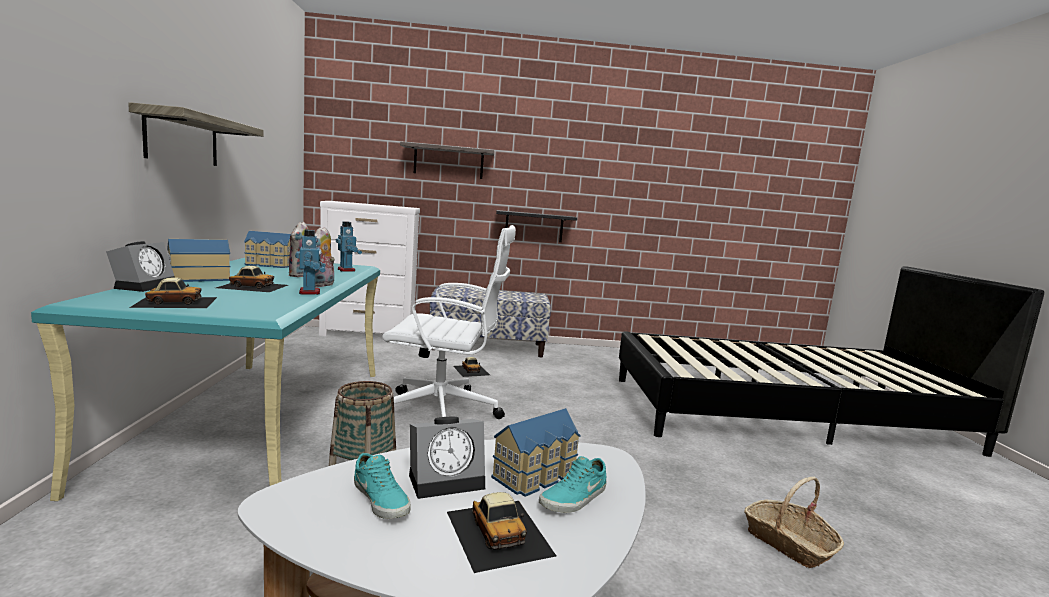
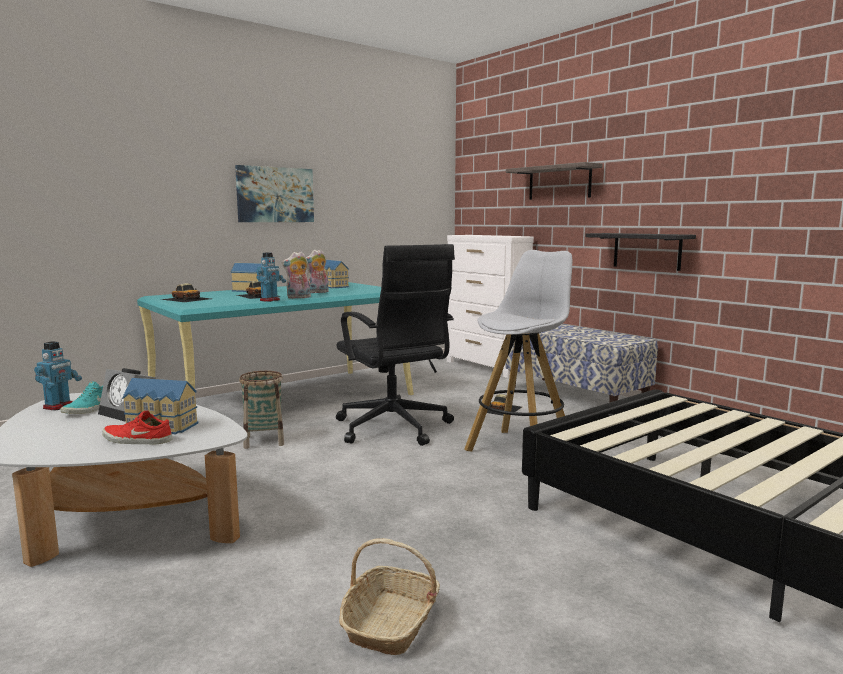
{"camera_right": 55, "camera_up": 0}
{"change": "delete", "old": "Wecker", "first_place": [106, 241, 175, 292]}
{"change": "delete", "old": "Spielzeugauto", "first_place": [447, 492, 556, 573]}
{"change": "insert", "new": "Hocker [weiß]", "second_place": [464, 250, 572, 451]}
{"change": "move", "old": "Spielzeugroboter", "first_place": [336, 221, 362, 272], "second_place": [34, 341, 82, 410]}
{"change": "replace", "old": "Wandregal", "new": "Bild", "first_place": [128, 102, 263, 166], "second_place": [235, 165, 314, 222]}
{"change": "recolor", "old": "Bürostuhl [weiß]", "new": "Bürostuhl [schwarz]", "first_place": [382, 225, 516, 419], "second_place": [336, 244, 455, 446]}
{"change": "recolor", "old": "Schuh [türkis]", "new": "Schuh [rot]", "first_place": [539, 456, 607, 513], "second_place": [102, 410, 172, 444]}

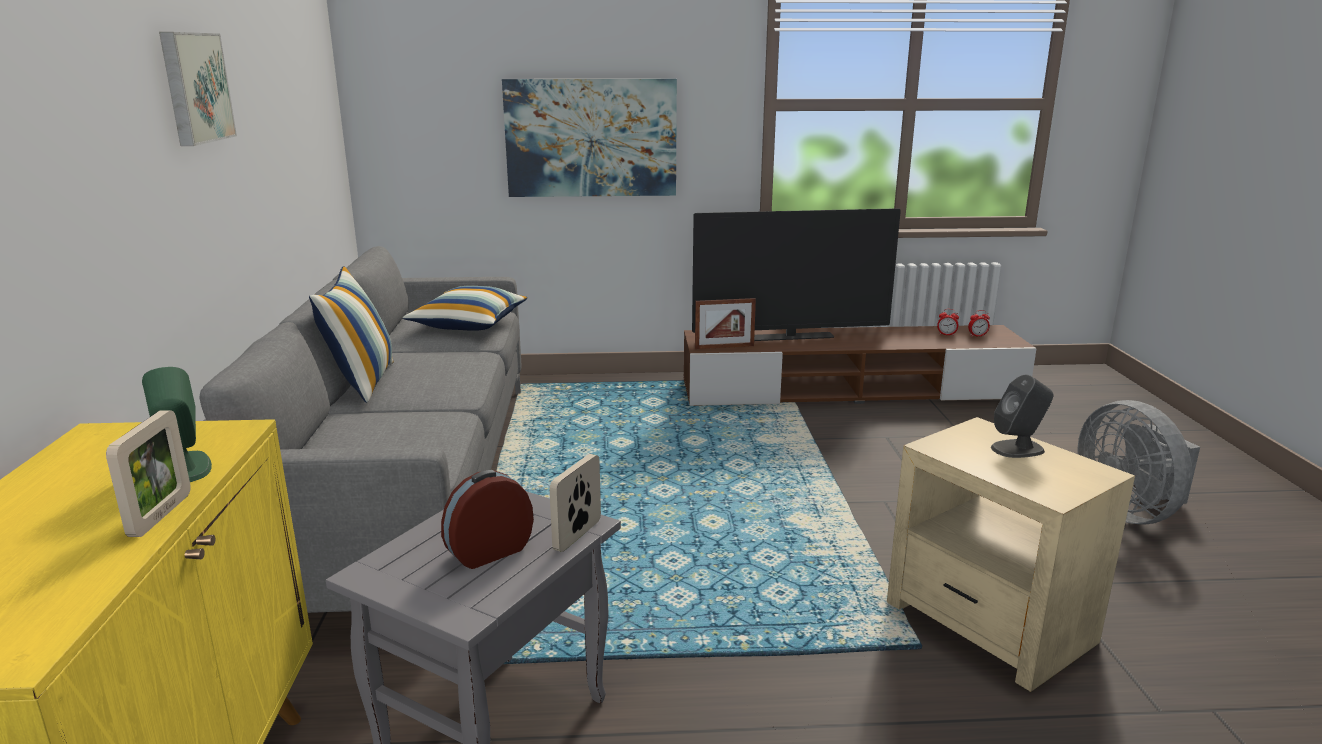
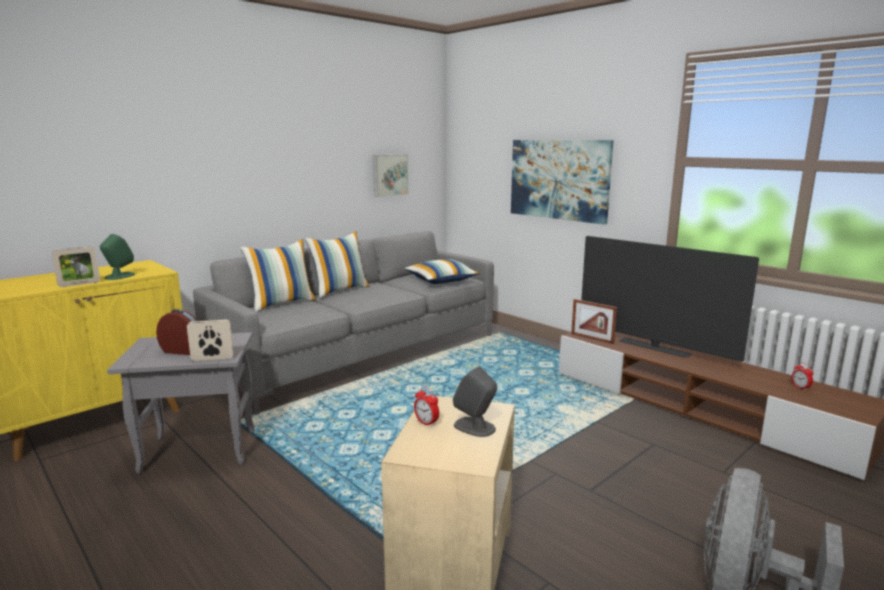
{"camera_right": 50, "camera_up": -5}
{"change": "insert", "new": "Kissen", "second_place": [240, 239, 316, 312]}
{"change": "move", "old": "Bild", "first_place": [159, 32, 237, 146], "second_place": [373, 154, 408, 197]}
{"change": "move", "old": "Wecker", "first_place": [968, 310, 990, 337], "second_place": [414, 387, 439, 427]}

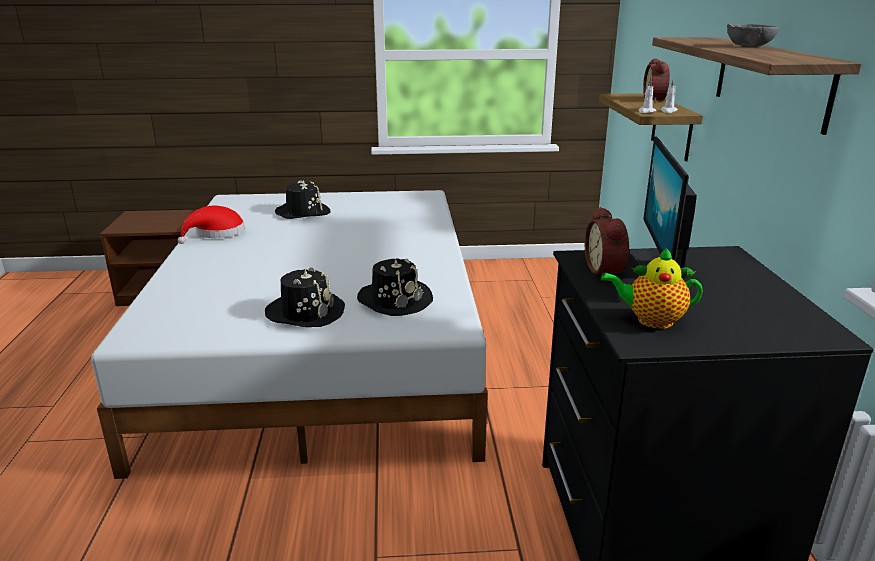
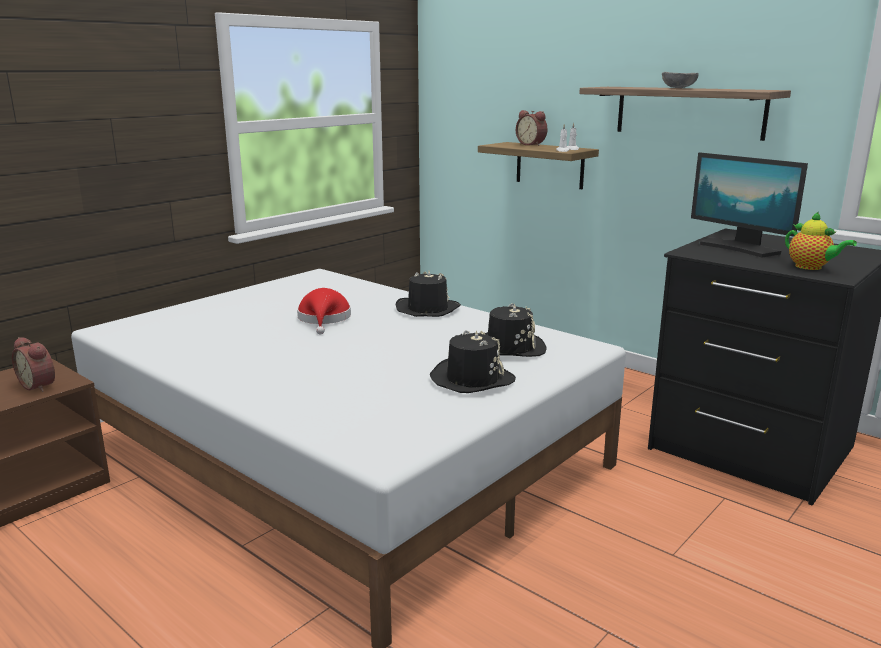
{"camera_right": -45, "camera_up": -5}
{"change": "move", "old": "Hut [rot]", "first_place": [178, 206, 245, 244], "second_place": [297, 288, 351, 334]}
{"change": "move", "old": "Hut [schwarz]", "first_place": [275, 180, 331, 219], "second_place": [396, 271, 461, 317]}
{"change": "move", "old": "Wecker", "first_place": [585, 207, 629, 274], "second_place": [12, 337, 55, 392]}
{"change": "rotate", "old": "Teekanne", "first_place": [601, 247, 703, 329], "second_place": [785, 212, 857, 270], "degrees": -90}

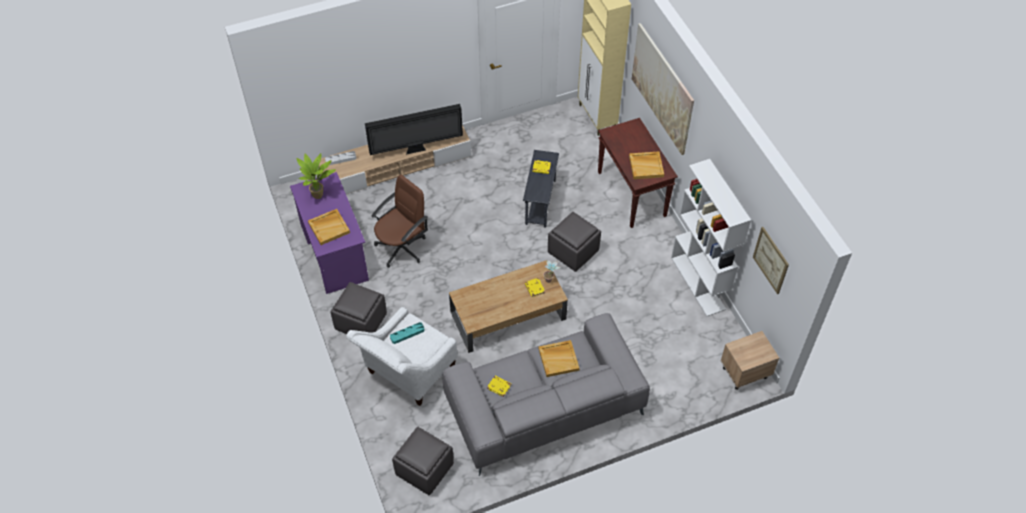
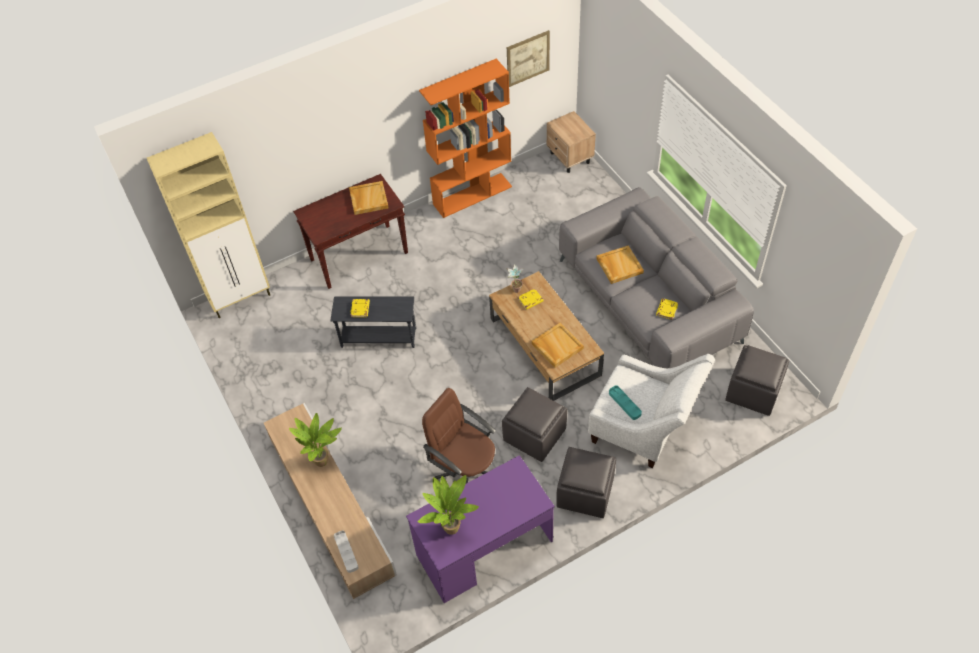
{"camera_right": -95, "camera_up": 0}
{"change": "delete", "old": "Bild", "first_place": [632, 23, 694, 155]}
{"change": "move", "old": "Tablett [beige]", "first_place": [308, 209, 350, 245], "second_place": [532, 323, 584, 368]}
{"change": "move", "old": "Polsterhocker [grau]", "first_place": [548, 212, 601, 272], "second_place": [502, 387, 567, 462]}
{"change": "replace", "old": "Fernseher", "new": "Topfpflanze", "first_place": [365, 104, 463, 155], "second_place": [289, 413, 342, 467]}
{"change": "recolor", "old": "Bücherregal [weiß]", "new": "Bücherregal [orange]", "first_place": [671, 159, 751, 316], "second_place": [419, 59, 512, 218]}

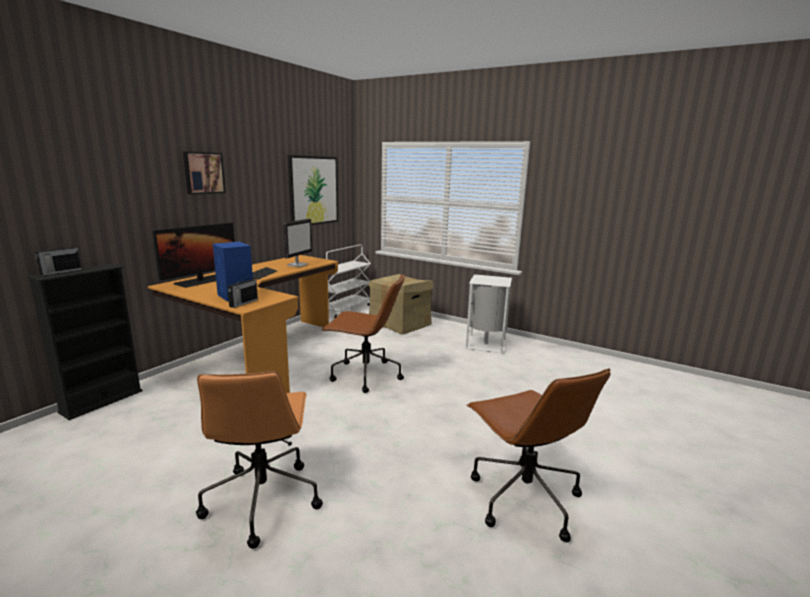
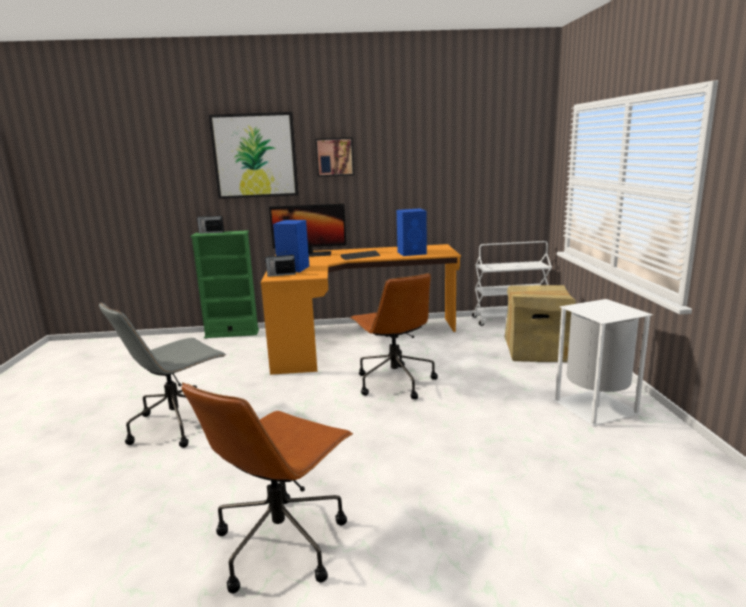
{"camera_right": 55, "camera_up": 0}
{"change": "move", "old": "Bild", "first_place": [288, 155, 338, 225], "second_place": [209, 112, 299, 199]}
{"change": "replace", "old": "Monitor", "new": "Lautsprecher [blau]", "first_place": [283, 219, 312, 267], "second_place": [397, 208, 427, 256]}
{"change": "recolor", "old": "Bücherregal [schwarz]", "new": "Bücherregal [grün]", "first_place": [27, 263, 143, 420], "second_place": [190, 230, 259, 338]}
{"change": "recolor", "old": "Bürostuhl [orange]", "new": "Bürostuhl [grau]", "first_place": [196, 371, 323, 549], "second_place": [99, 302, 227, 448]}

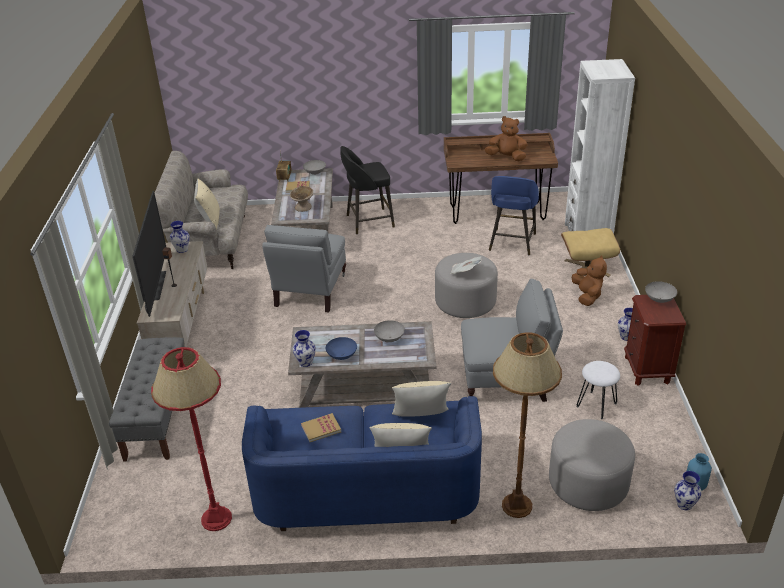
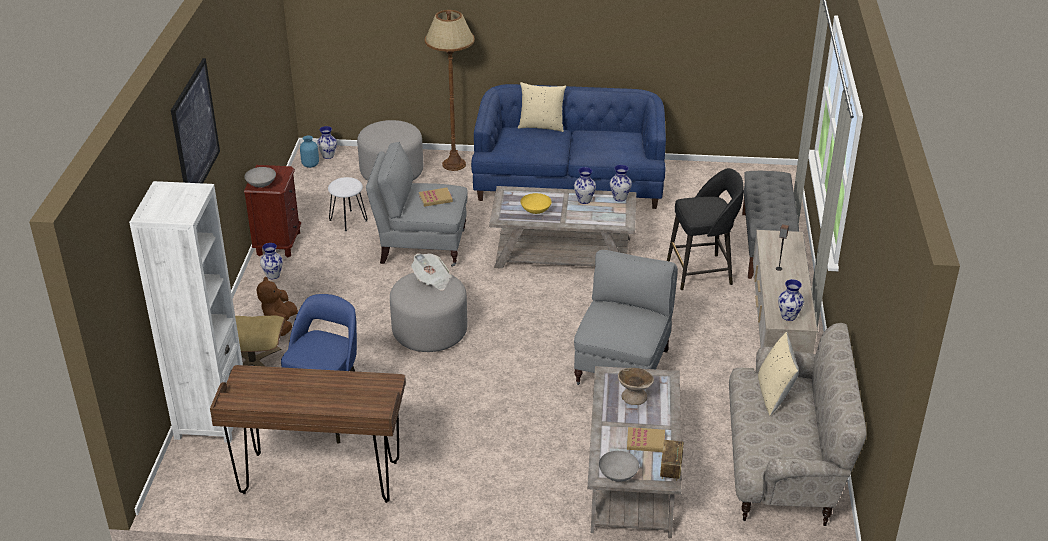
{"camera_right": -175, "camera_up": 0}
{"change": "delete", "old": "Fernseher", "first_place": [132, 191, 166, 317]}
{"change": "delete", "old": "Stehlampe [rot]", "first_place": [151, 347, 232, 531]}
{"change": "delete", "old": "Kissen [beige]", "first_place": [392, 381, 451, 417]}
{"change": "delete", "old": "Plüschtier [braun]", "first_place": [485, 116, 527, 161]}
{"change": "insert", "new": "Bild", "second_place": [171, 58, 220, 183]}
{"change": "move", "old": "Buch", "first_place": [301, 413, 341, 442], "second_place": [419, 188, 453, 207]}
{"change": "move", "old": "Hocker [schwarz]", "first_place": [340, 146, 395, 234], "second_place": [667, 168, 743, 290]}
{"change": "replace", "old": "Schüssel [blau]", "new": "Vase", "first_place": [326, 337, 357, 360], "second_place": [574, 167, 596, 204]}
{"change": "recolor", "old": "Schüssel [grau]", "new": "Schüssel [gelb]", "first_place": [374, 320, 405, 342], "second_place": [520, 193, 552, 214]}

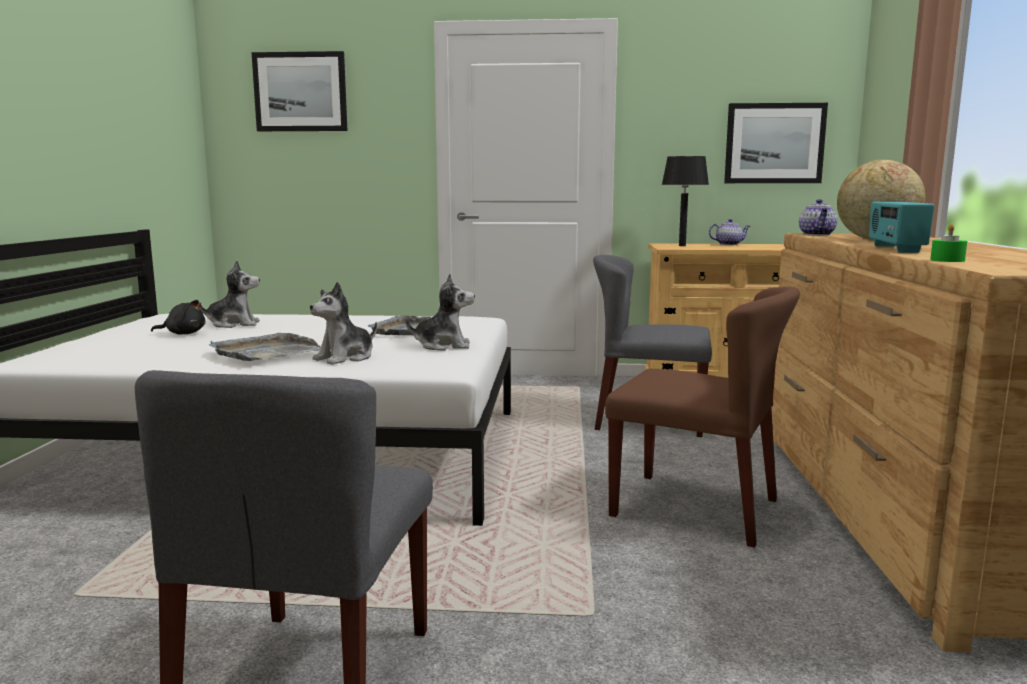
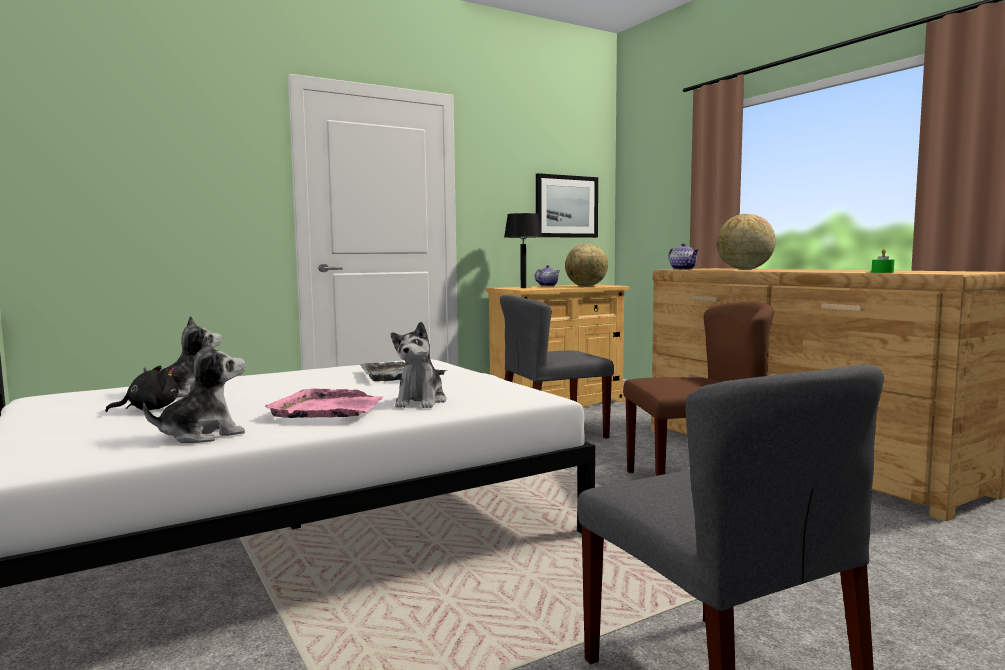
{"camera_right": -35, "camera_up": -5}
{"change": "delete", "old": "Bild", "first_place": [251, 51, 348, 131]}
{"change": "delete", "old": "Radio", "first_place": [869, 202, 935, 253]}
{"change": "insert", "new": "Globus", "second_place": [565, 244, 608, 287]}
{"change": "move", "old": "Plüschtier", "first_place": [405, 274, 475, 351], "second_place": [143, 336, 246, 443]}
{"change": "recolor", "old": "Tablett [grau]", "new": "Tablett [rosa]", "first_place": [209, 333, 321, 361], "second_place": [264, 388, 383, 418]}

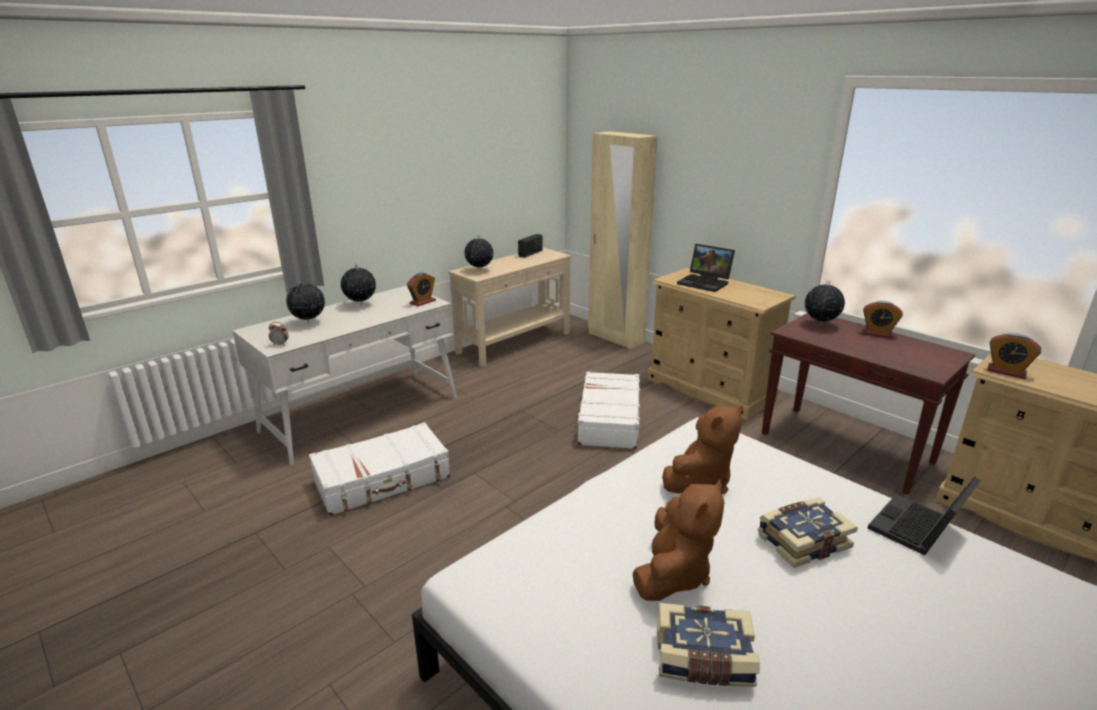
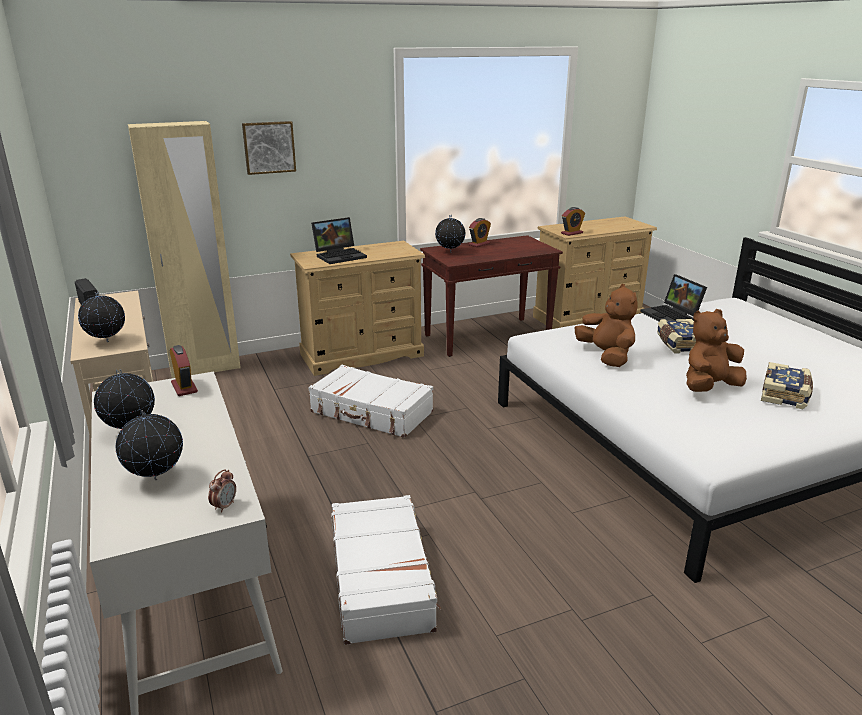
{"camera_right": -70, "camera_up": 0}
{"change": "insert", "new": "Bild", "second_place": [242, 121, 296, 175]}
{"change": "rotate", "old": "Plüschtier [braun]", "first_place": [633, 480, 725, 601], "second_place": [686, 309, 747, 392], "degrees": -75}

